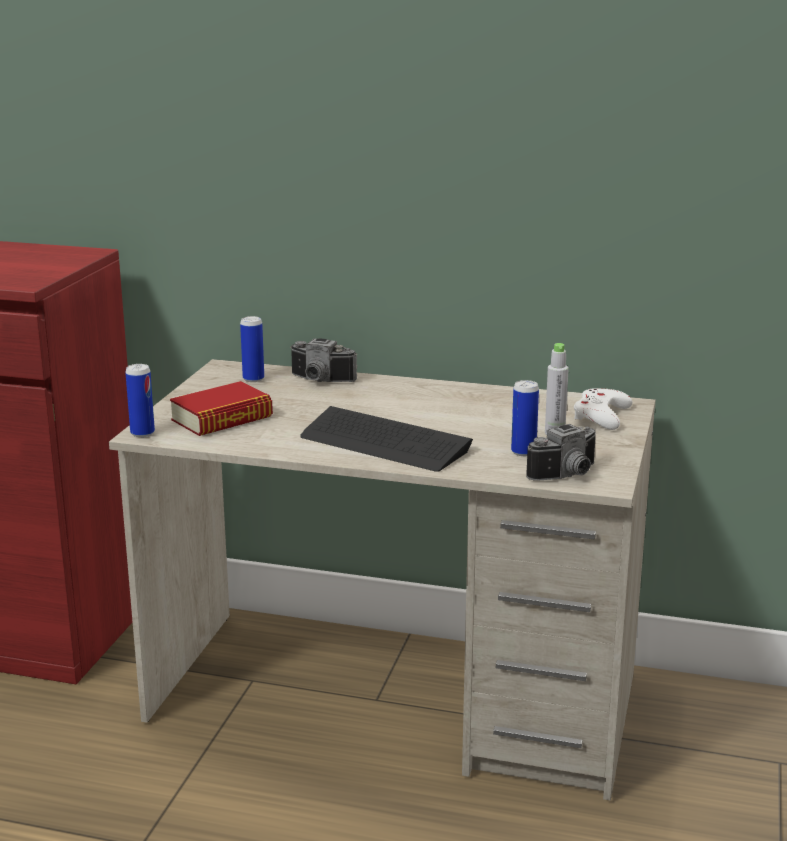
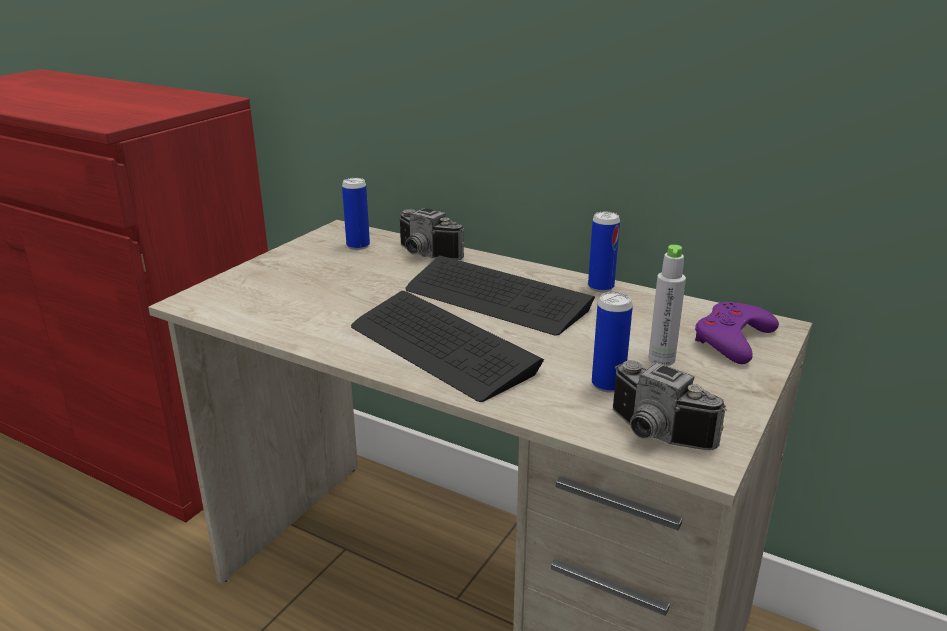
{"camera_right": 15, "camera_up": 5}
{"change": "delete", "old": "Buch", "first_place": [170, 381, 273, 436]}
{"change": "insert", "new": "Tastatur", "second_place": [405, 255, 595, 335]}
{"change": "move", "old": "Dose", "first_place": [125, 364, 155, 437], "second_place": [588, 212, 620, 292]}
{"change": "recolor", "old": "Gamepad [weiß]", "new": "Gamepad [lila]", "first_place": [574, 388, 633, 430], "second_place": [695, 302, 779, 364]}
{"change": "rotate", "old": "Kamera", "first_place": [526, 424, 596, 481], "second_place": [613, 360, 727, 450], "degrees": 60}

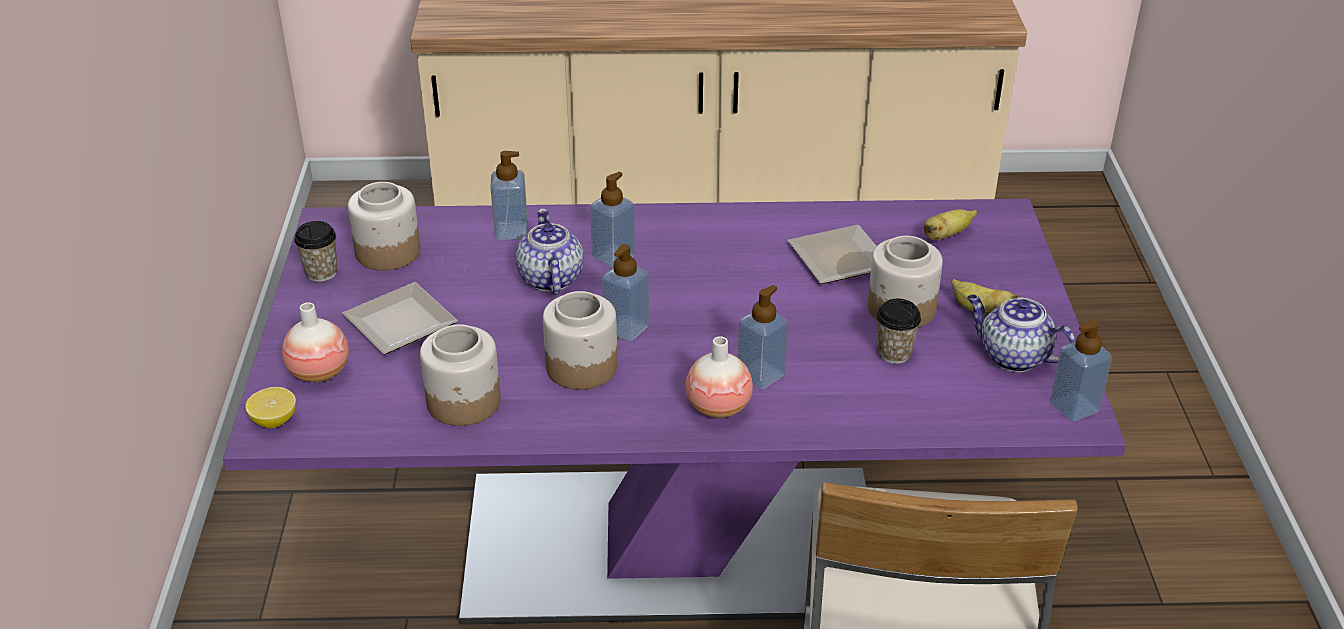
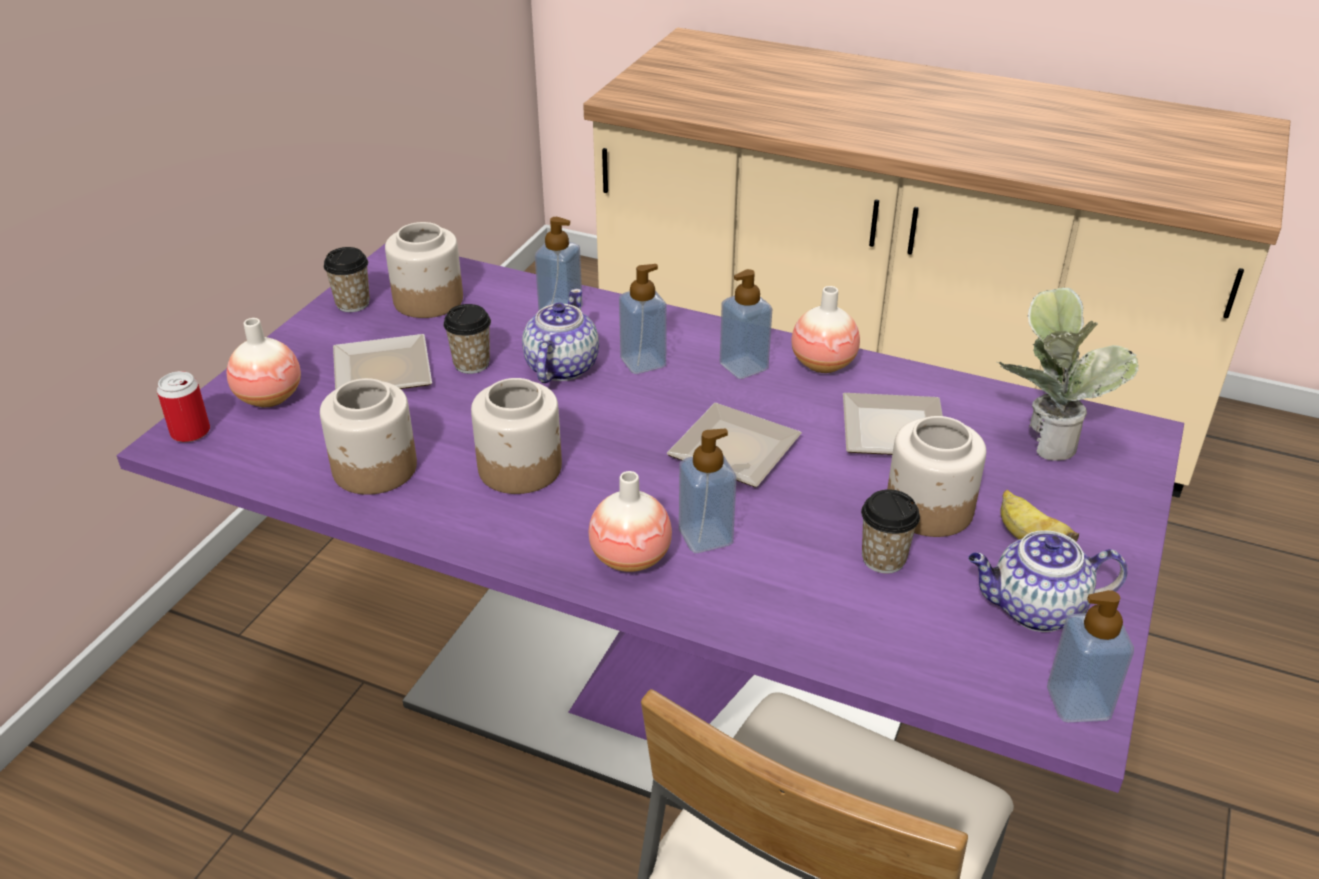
{"camera_right": 25, "camera_up": 0}
{"change": "insert", "new": "Tasse", "second_place": [443, 304, 491, 374]}
{"change": "insert", "new": "Teller", "second_place": [667, 403, 802, 487]}
{"change": "insert", "new": "Vase", "second_place": [791, 286, 860, 373]}
{"change": "move", "old": "Seifenspender", "first_place": [602, 244, 649, 342], "second_place": [720, 269, 772, 379]}
{"change": "replace", "old": "Zitrone", "new": "Dose", "first_place": [245, 387, 296, 428], "second_place": [157, 371, 210, 442]}
{"change": "replace", "old": "Banane", "new": "Topfpflanze", "first_place": [924, 209, 977, 240], "second_place": [997, 287, 1139, 461]}
{"change": "rotate", "old": "Teekanne", "first_place": [967, 294, 1076, 372], "second_place": [968, 530, 1128, 632], "degrees": -60}

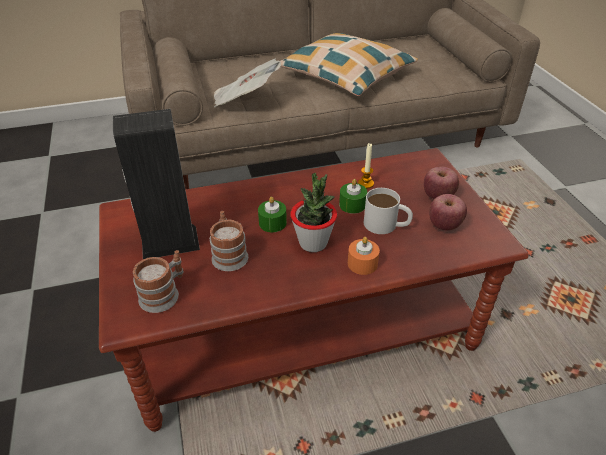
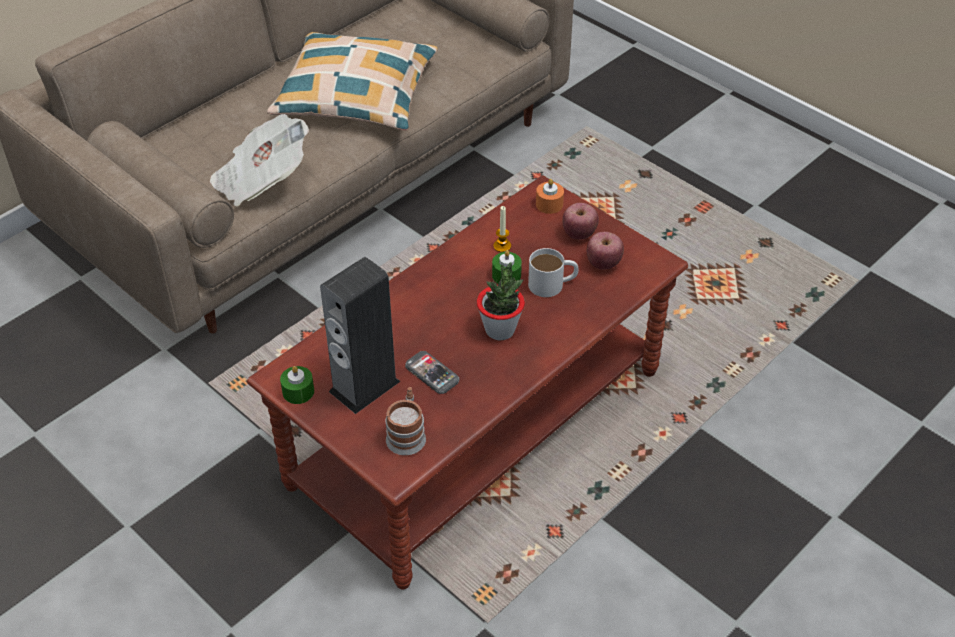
{"camera_right": -30, "camera_up": 5}
{"change": "move", "old": "Kerze [grün]", "first_place": [258, 197, 287, 232], "second_place": [280, 366, 314, 404]}
{"change": "move", "old": "Kerze [orange]", "first_place": [348, 237, 380, 275], "second_place": [536, 179, 564, 214]}
{"change": "replace", "old": "Henkelbecher", "new": "Handy", "first_place": [210, 211, 248, 271], "second_place": [405, 351, 459, 394]}

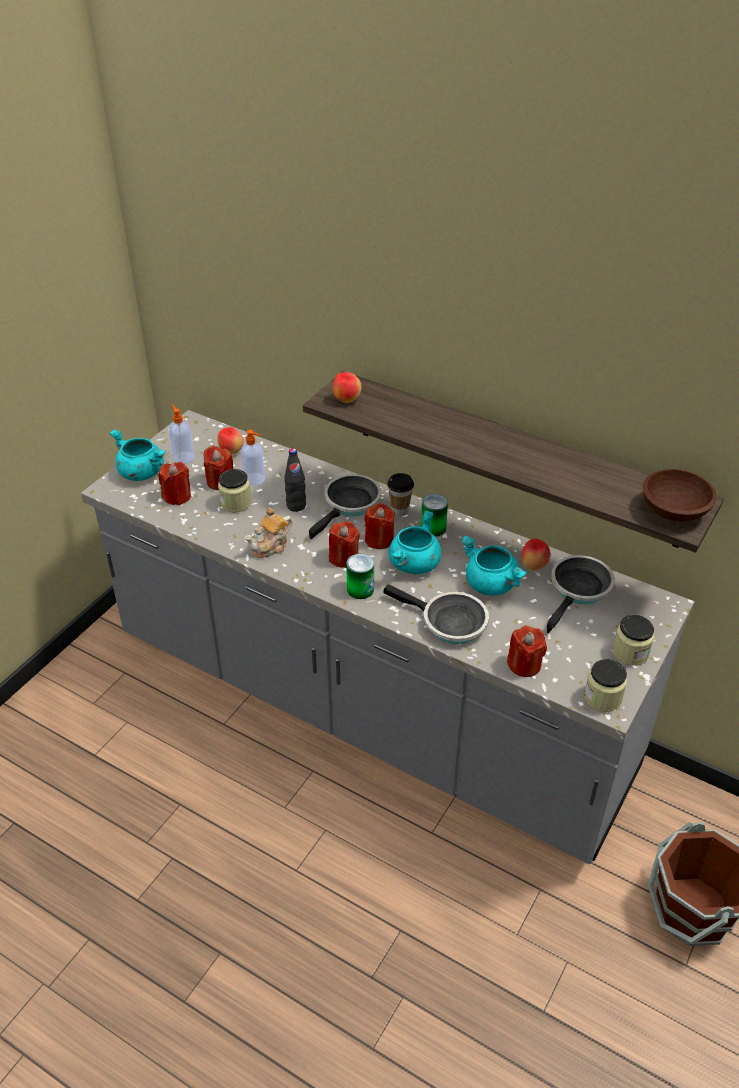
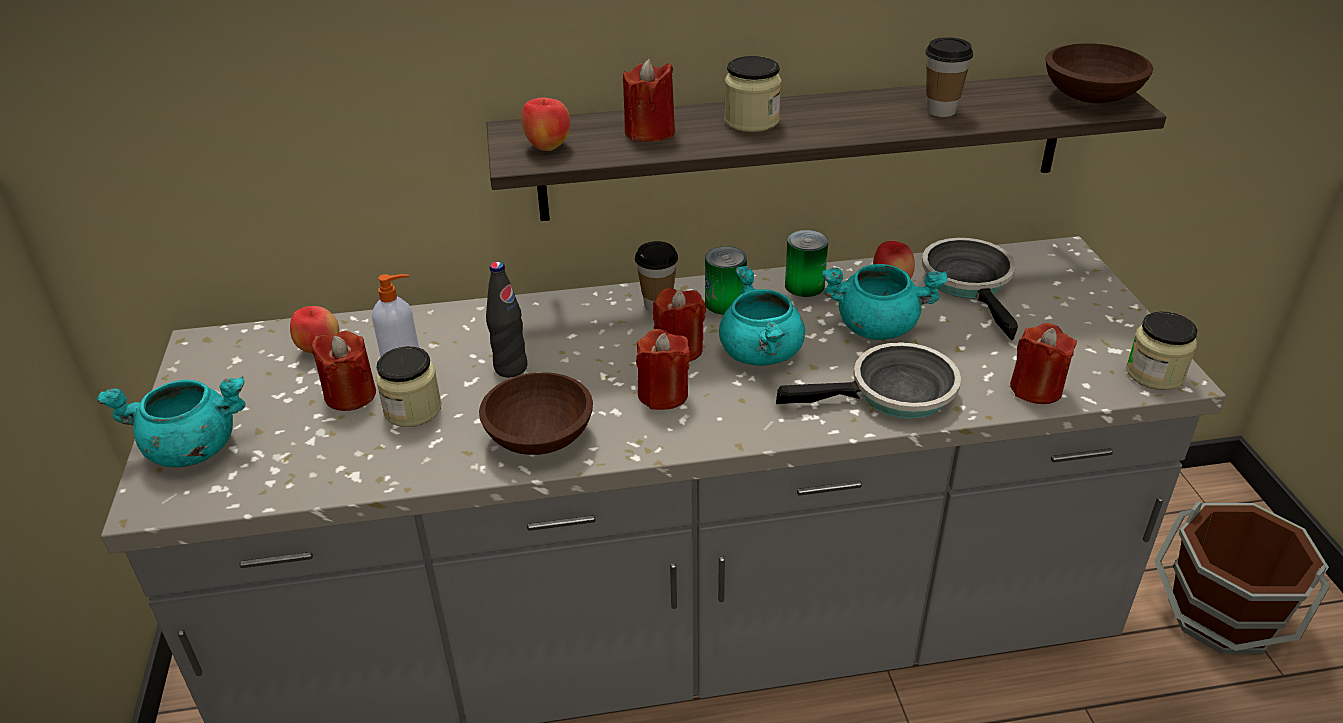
{"camera_right": -40, "camera_up": -5}
{"change": "delete", "old": "Seifenspender", "first_place": [169, 404, 194, 464]}
{"change": "delete", "old": "Pfanne", "first_place": [309, 474, 381, 539]}
{"change": "insert", "new": "Tasse", "second_place": [925, 37, 973, 117]}
{"change": "move", "old": "Kerze [rot]", "first_place": [158, 462, 191, 505], "second_place": [623, 59, 675, 142]}
{"change": "move", "old": "Dose", "first_place": [346, 554, 374, 599], "second_place": [785, 230, 828, 297]}
{"change": "move", "old": "Vorratsglas", "first_place": [612, 615, 655, 666], "second_place": [724, 56, 781, 132]}
{"change": "replace", "old": "Teekanne", "new": "Schüssel [braun]", "first_place": [245, 508, 293, 558], "second_place": [479, 372, 593, 455]}

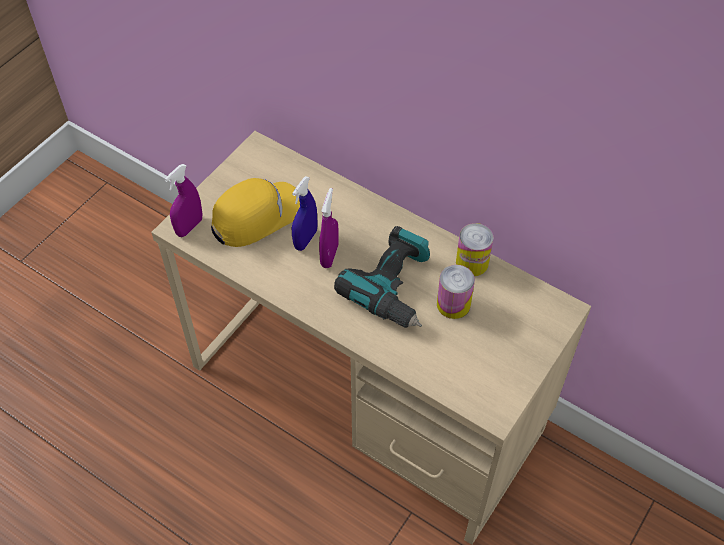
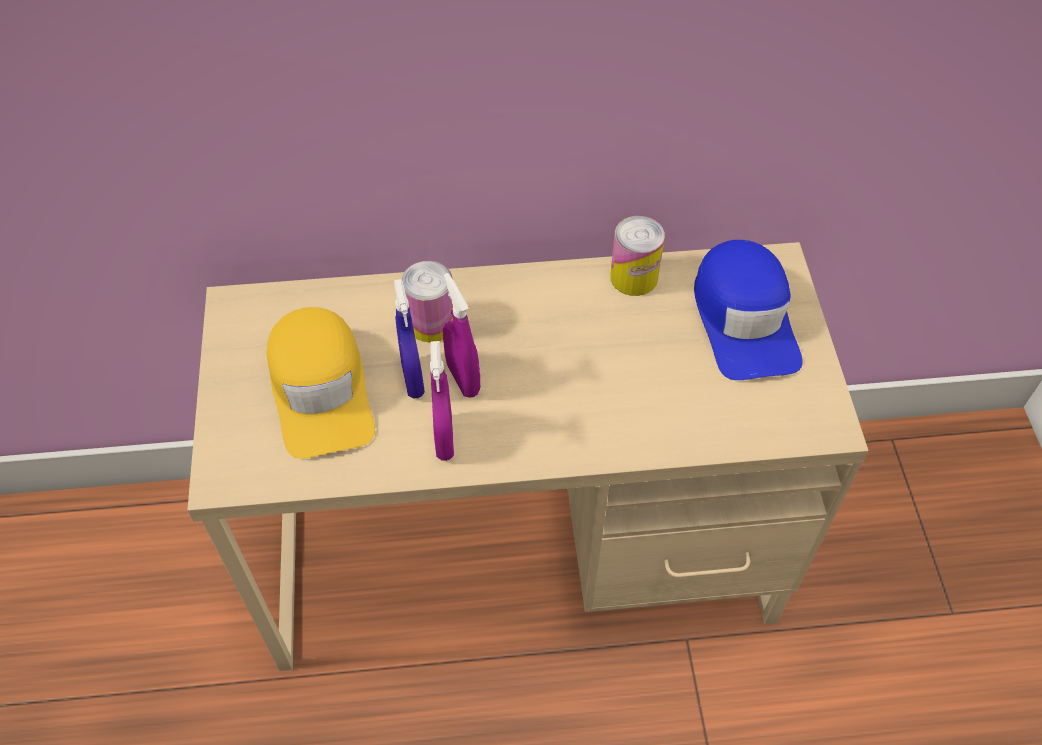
{"camera_right": -40, "camera_up": 0}
{"change": "delete", "old": "Bohrmaschine", "first_place": [334, 226, 430, 328]}
{"change": "insert", "new": "Kappe [blau]", "second_place": [694, 240, 803, 380]}
{"change": "move", "old": "Sprühflasche [lila]", "first_place": [165, 164, 202, 237], "second_place": [430, 341, 454, 461]}
{"change": "move", "old": "Dose", "first_place": [437, 265, 475, 319], "second_place": [401, 261, 453, 342]}
{"change": "rotate", "old": "Kappe [gelb]", "first_place": [211, 178, 300, 247], "second_place": [267, 307, 375, 459], "degrees": 150}

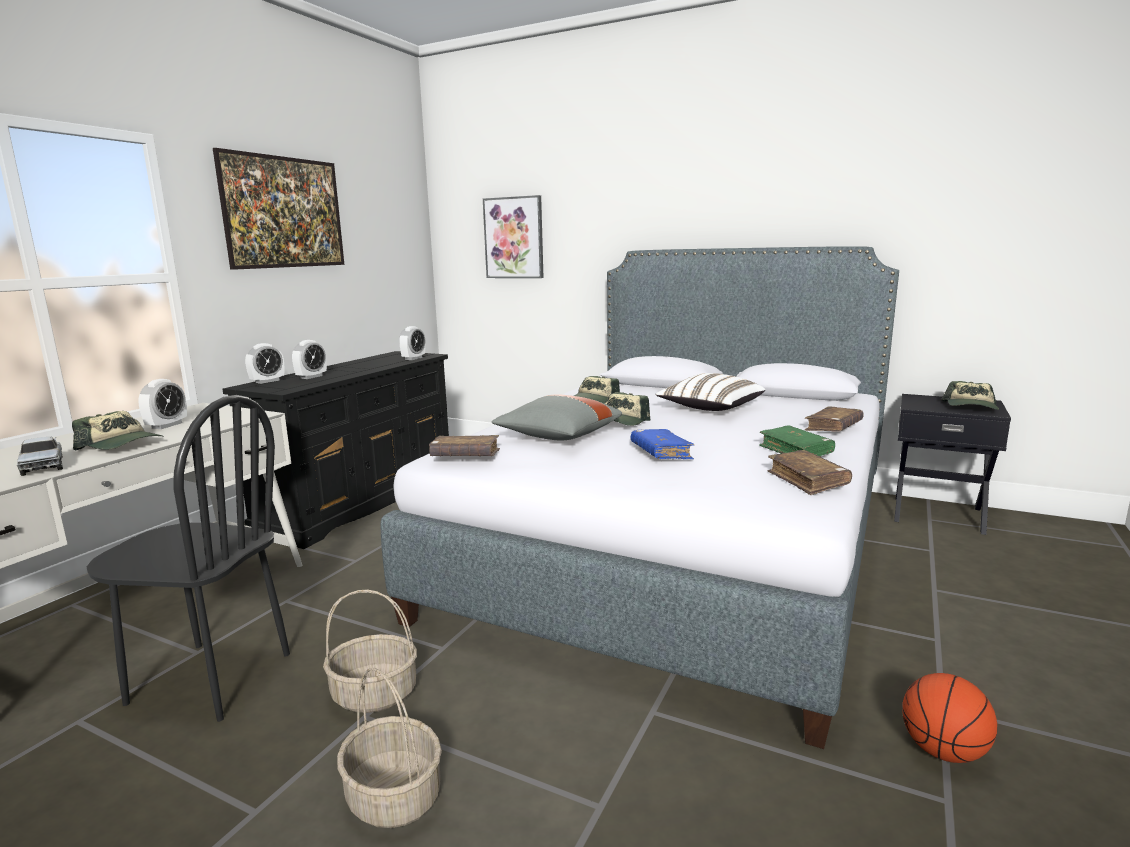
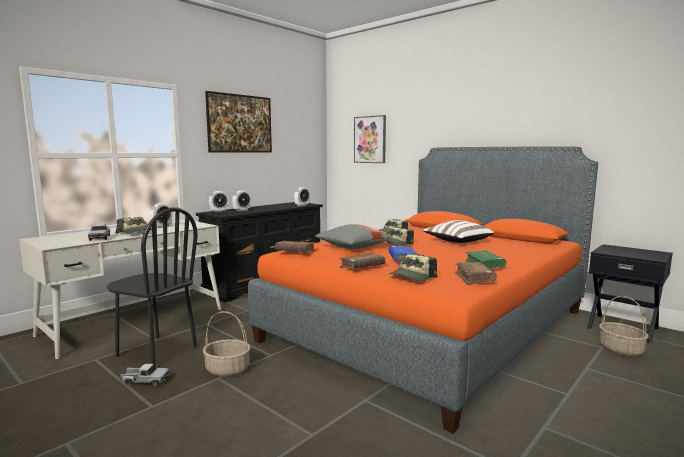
{"camera_right": 15, "camera_up": -5}
{"change": "delete", "old": "Basketball", "first_place": [902, 673, 997, 763]}
{"change": "insert", "new": "Spielzeuglaster", "second_place": [120, 364, 170, 386]}
{"change": "move", "old": "Korb", "first_place": [337, 668, 442, 828], "second_place": [599, 296, 649, 357]}
{"change": "move", "old": "Buch [braun]", "first_place": [805, 406, 864, 432], "second_place": [339, 253, 385, 269]}
{"change": "move", "old": "Kappe", "first_place": [941, 381, 999, 410], "second_place": [389, 253, 437, 281]}
{"change": "recolor", "old": "Bett [grau]", "new": "Bett [orange]", "first_place": [381, 246, 899, 749], "second_place": [248, 146, 598, 433]}

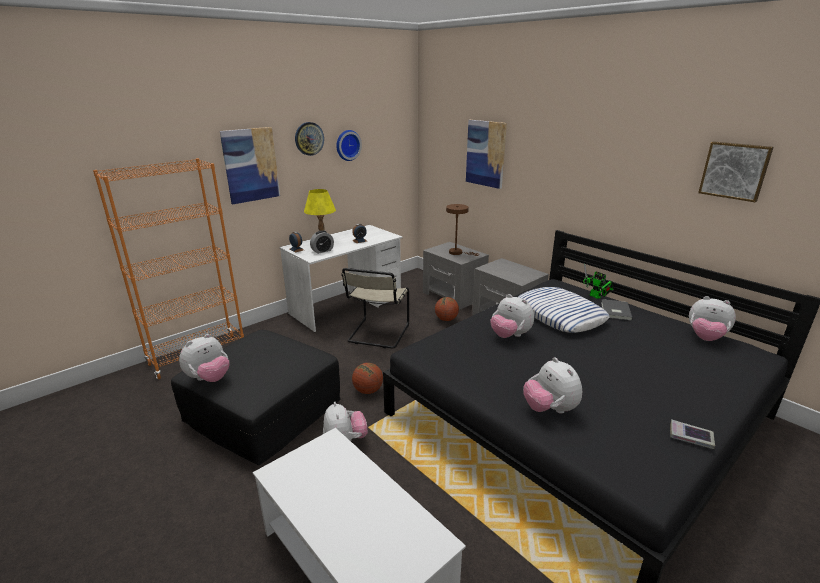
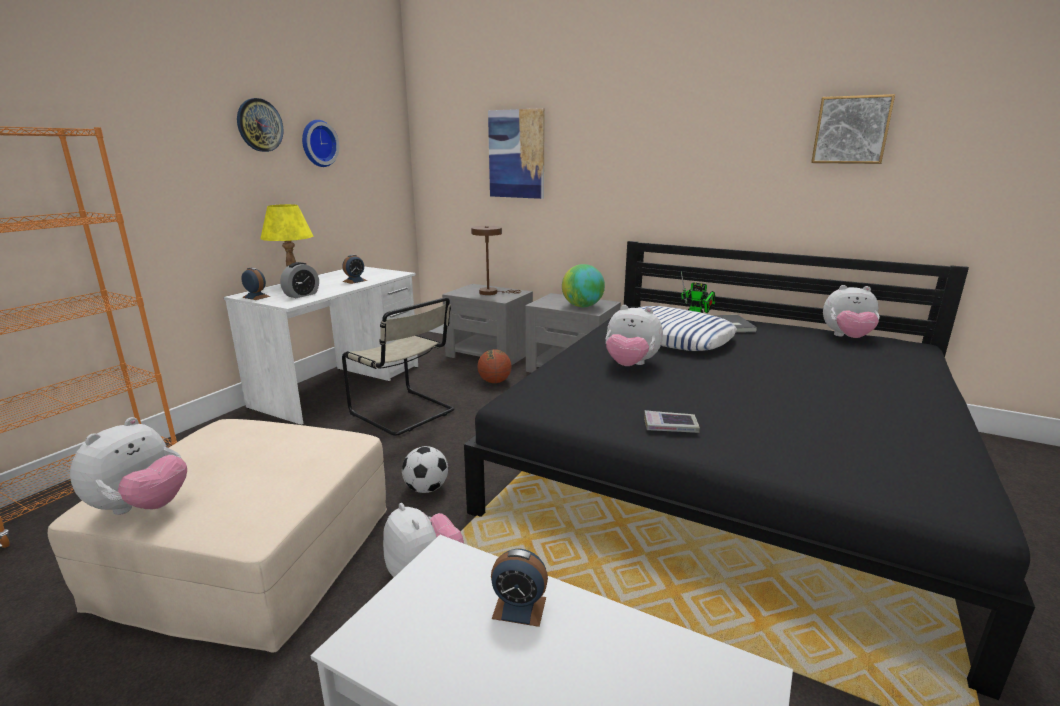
{"camera_right": -20, "camera_up": -5}
{"change": "delete", "old": "Bild", "first_place": [220, 127, 280, 204]}
{"change": "delete", "old": "Plüschtier", "first_place": [523, 357, 582, 414]}
{"change": "insert", "new": "Wecker", "second_place": [491, 549, 548, 627]}
{"change": "insert", "new": "Globus", "second_place": [562, 264, 605, 307]}
{"change": "move", "old": "Buch", "first_place": [670, 419, 715, 449], "second_place": [644, 410, 700, 433]}
{"change": "replace", "old": "Basketball", "new": "Fußball", "first_place": [352, 363, 383, 394], "second_place": [402, 446, 448, 493]}
{"change": "recolor", "old": "Polsterhocker [schwarz]", "new": "Polsterhocker [beige]", "first_place": [171, 330, 341, 465], "second_place": [48, 419, 387, 653]}
{"change": "rotate", "old": "Stuhl [beige]", "first_place": [341, 268, 409, 348], "second_place": [342, 297, 454, 436], "degrees": -45}

